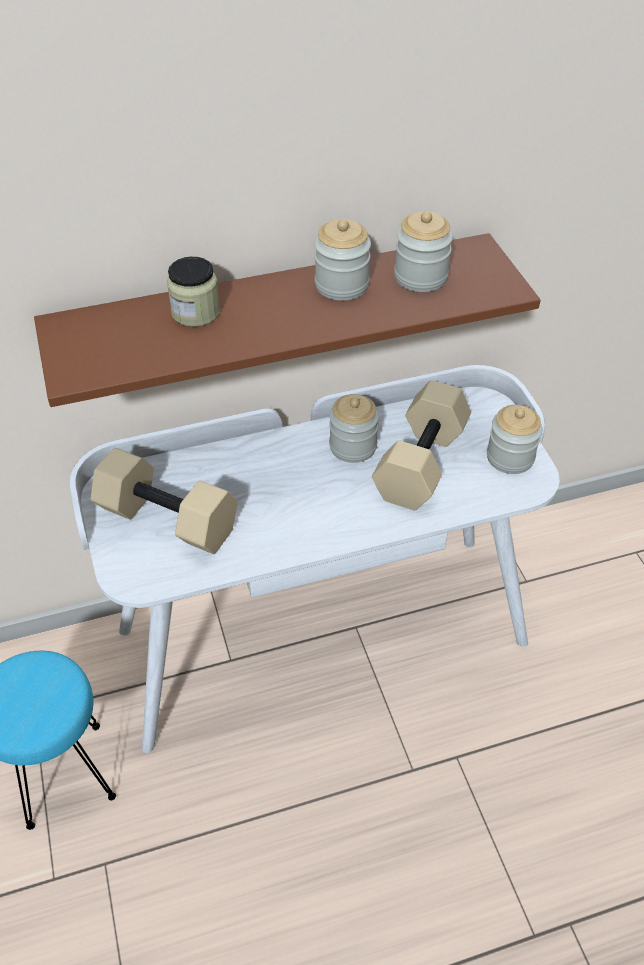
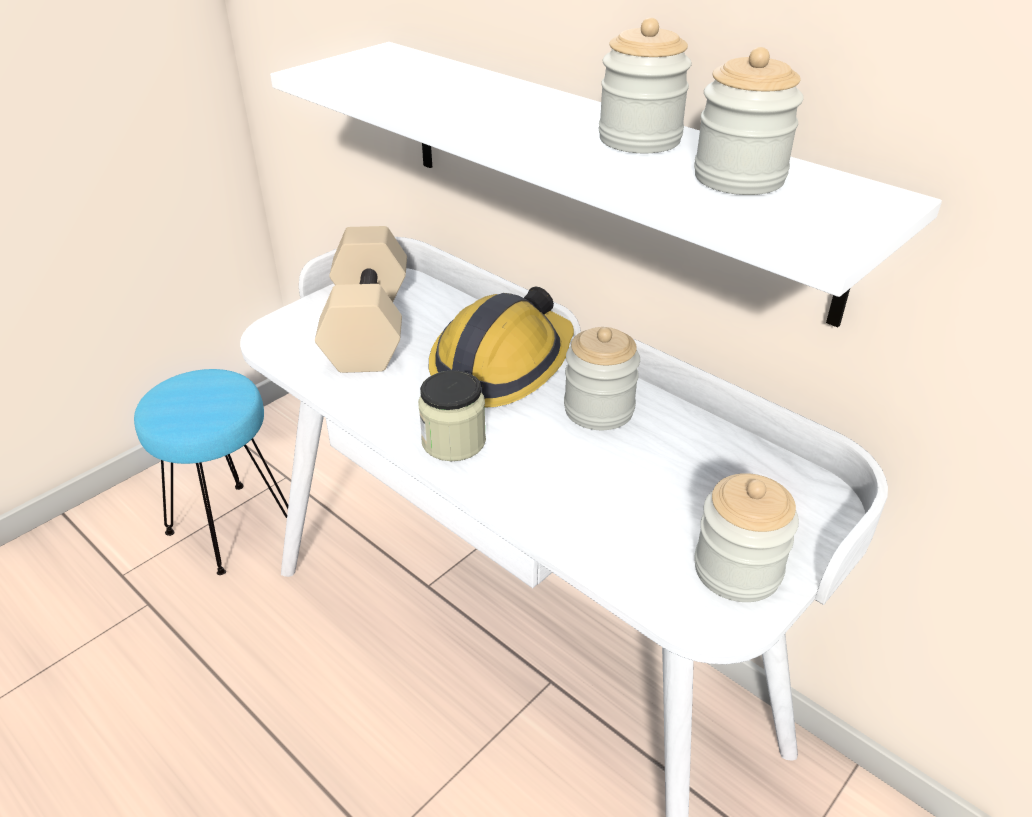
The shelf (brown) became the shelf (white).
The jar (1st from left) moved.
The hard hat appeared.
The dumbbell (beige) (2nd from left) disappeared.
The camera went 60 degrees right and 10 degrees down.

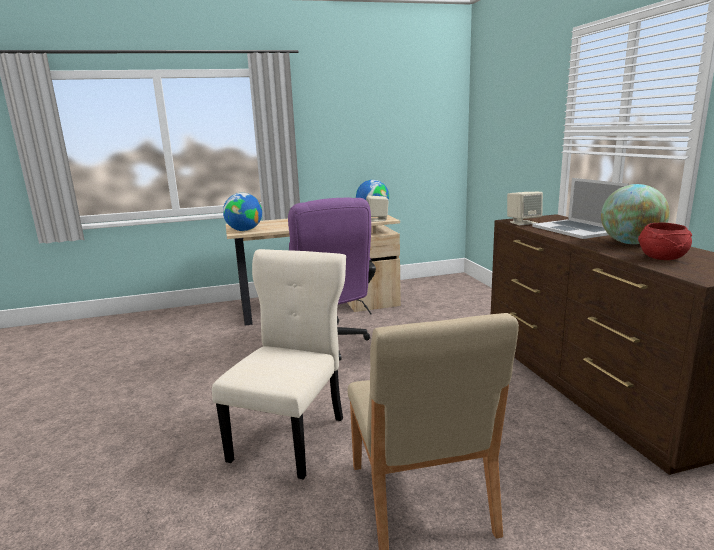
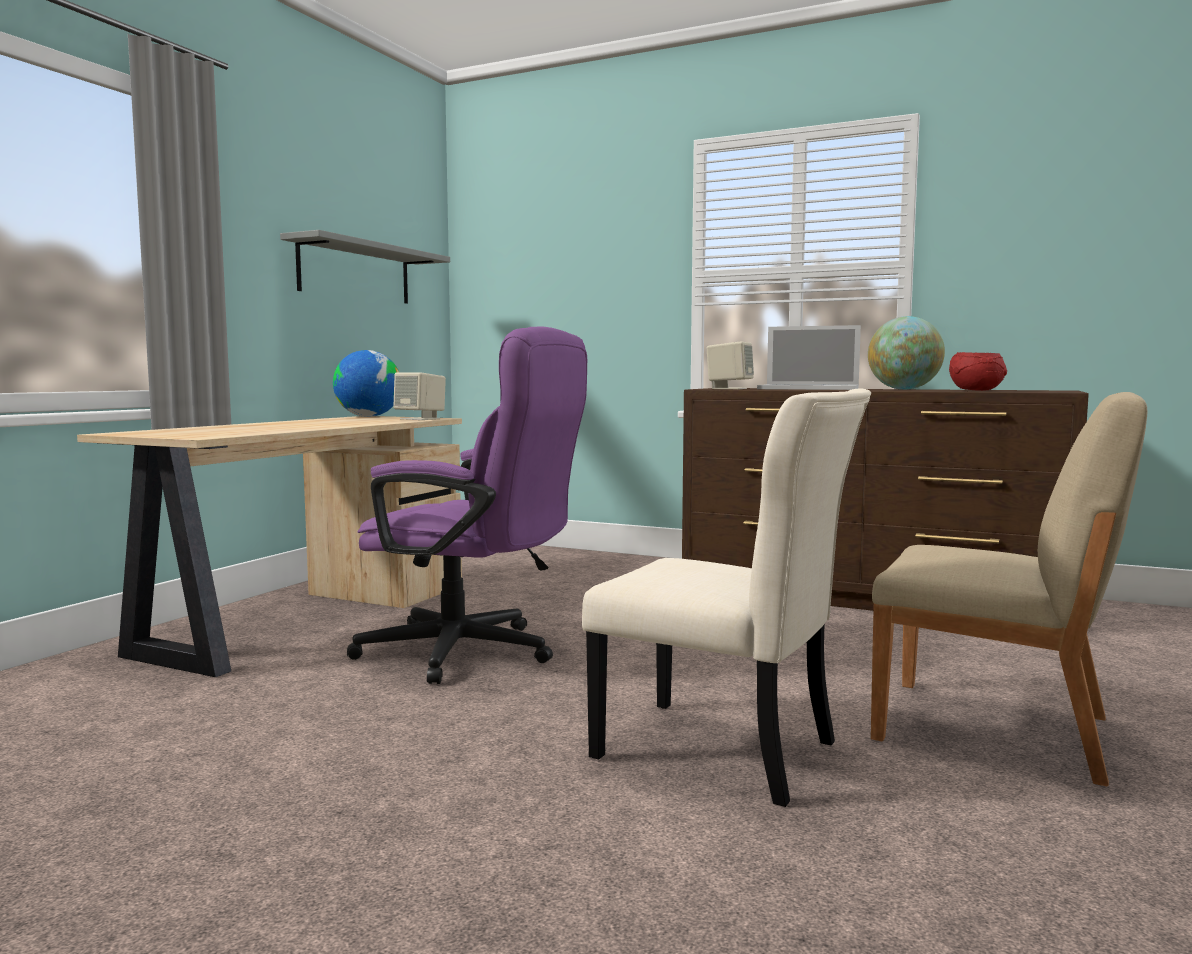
The shelf (grey) appeared.
The chair (beige) (1st from left) turned 150 degrees clockwise.
The globe (1st from left) disappeared.
The camera went 50 degrees left and 10 degrees down.

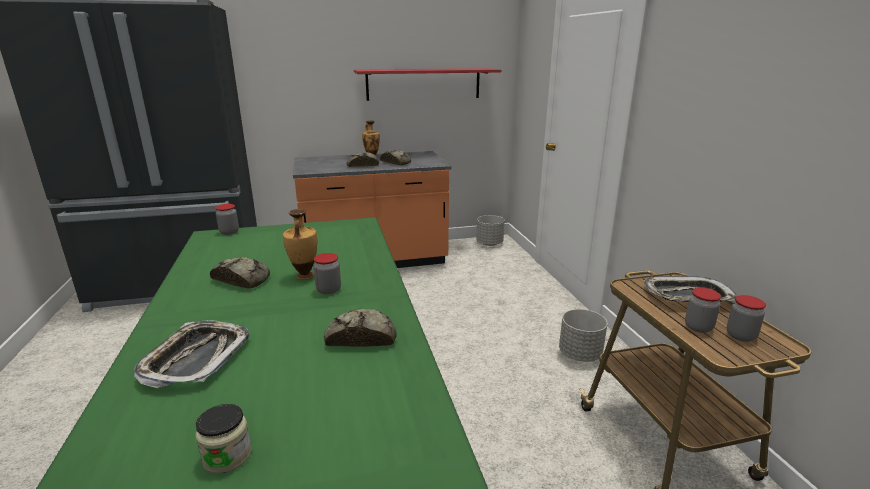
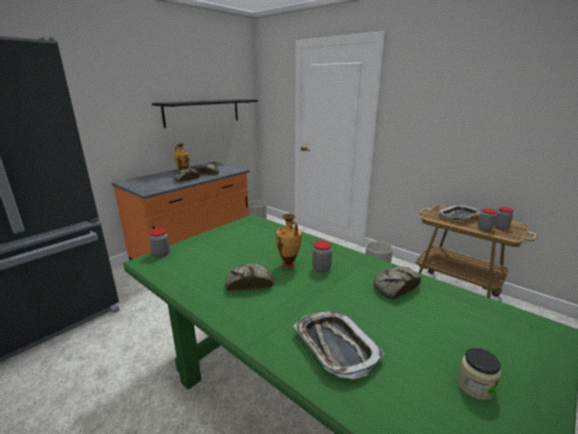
The shelf (red) became the shelf (black).
The camera went 35 degrees left and 0 degrees up.

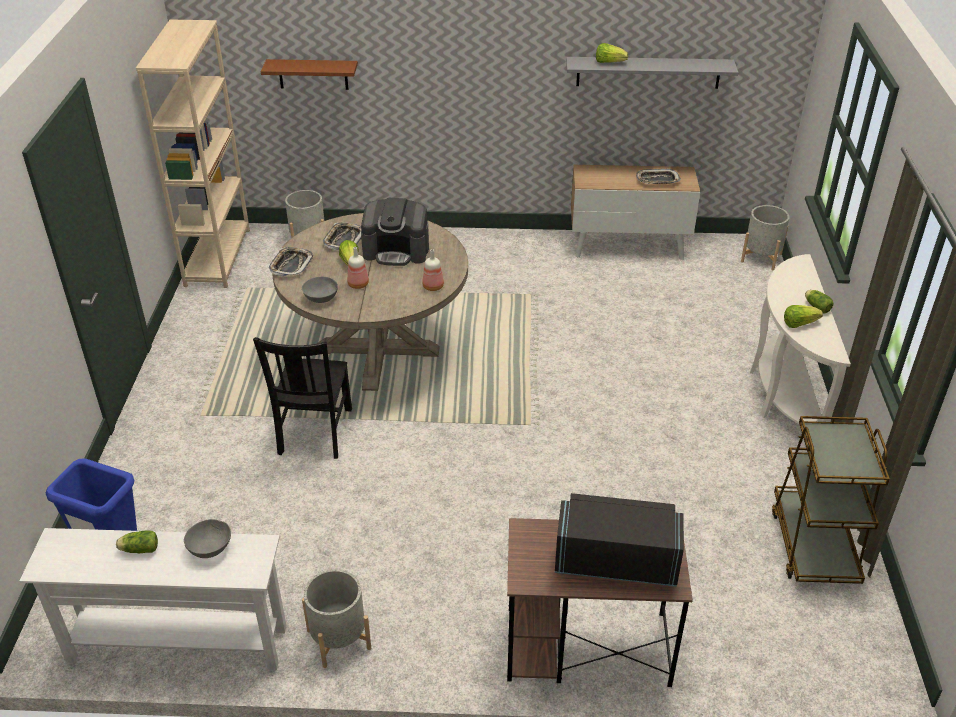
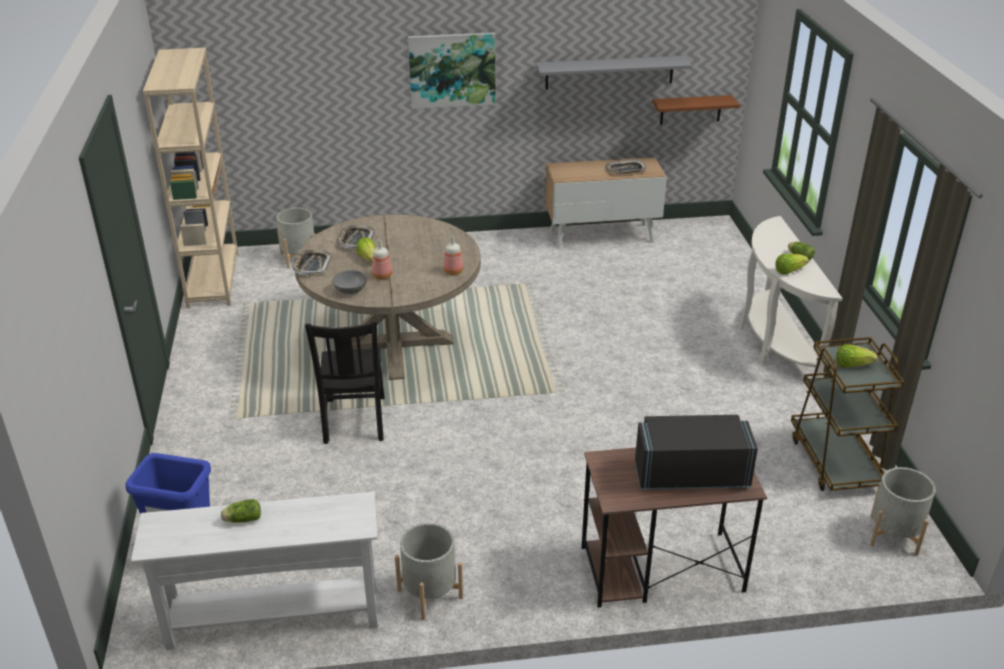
The picture appeared.
The shelf (brown) moved.
The lettuce (3rd from left in the first image) moved.
The planter (grey) (3rd from left) moved.
The bowl (grey) (1st from left) disappeared.
The coffee machine disappeared.
The camera went 10 degrees left and 5 degrees down.

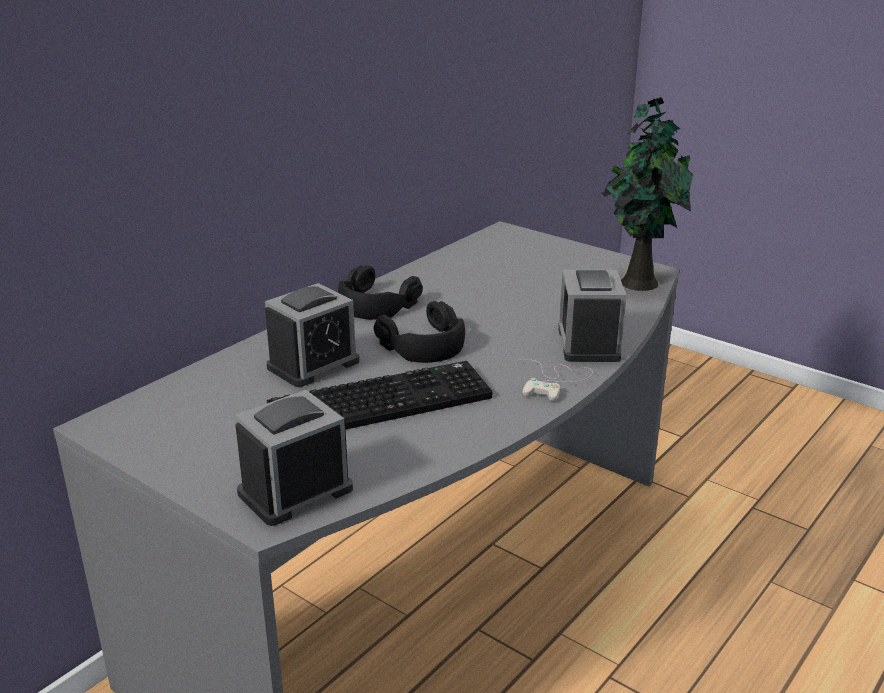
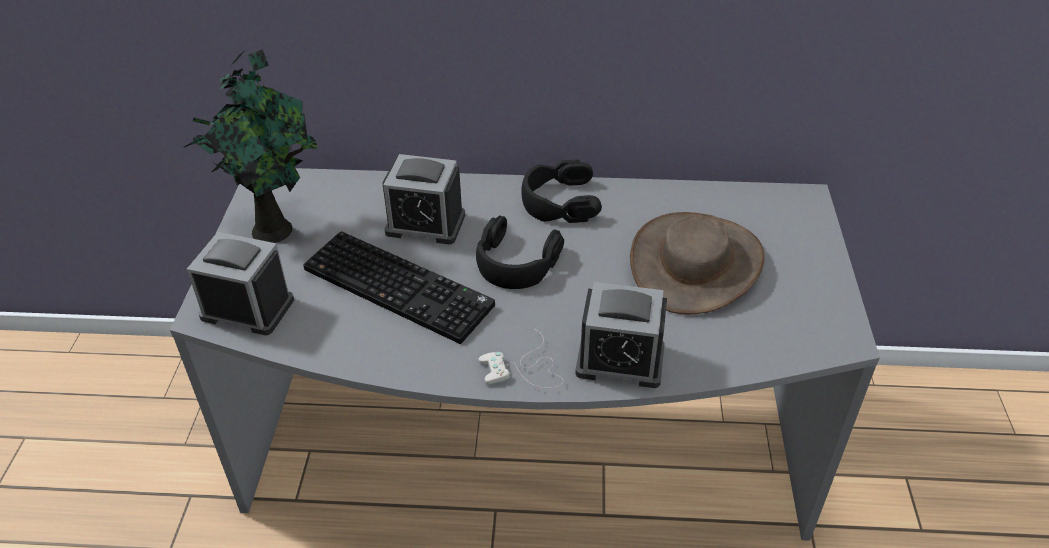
The potted plant moved.
The alarm clock (3rd from left) turned 135 degrees counterclockwise.
The hat (brown) appeared.
The camera went 55 degrees right and 15 degrees up.

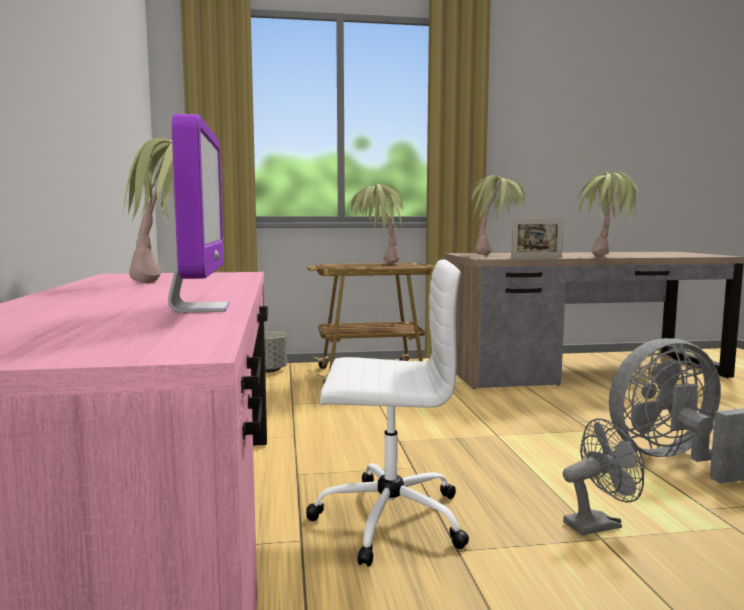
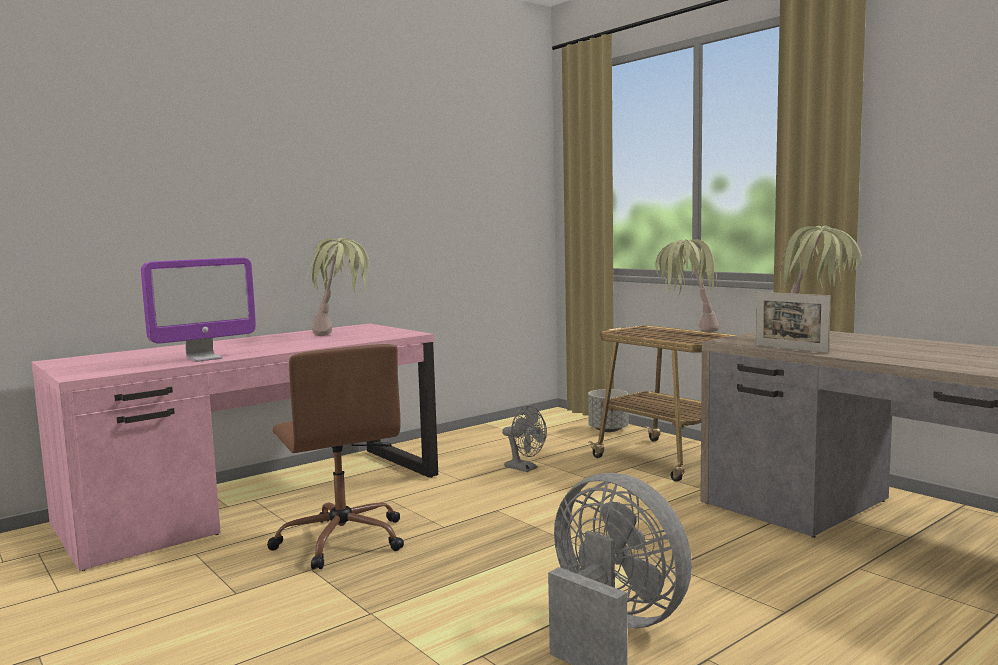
The office chair (white) became the office chair (brown).
The fan (grey) (1st from left) moved.
The potted plant (4th from left) disappeared.
The camera went 60 degrees right and 0 degrees up.

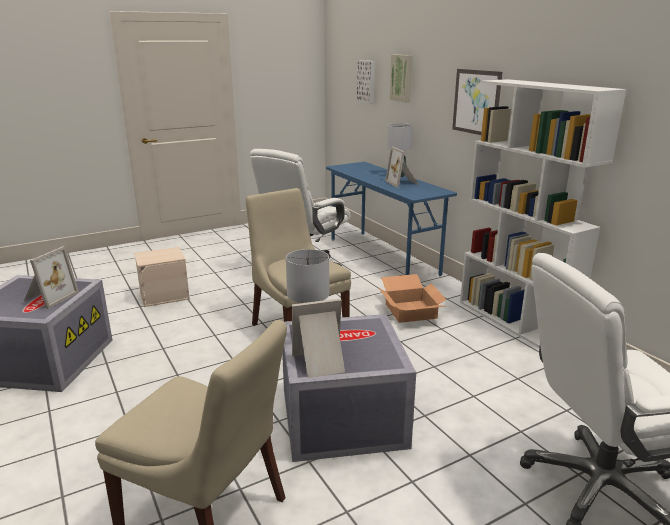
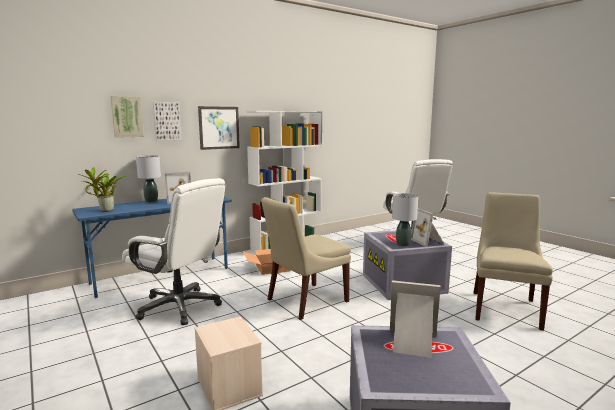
The potted plant appeared.
The picture (1st from left in the first image) moved.
The camera went 95 degrees left and 10 degrees down.

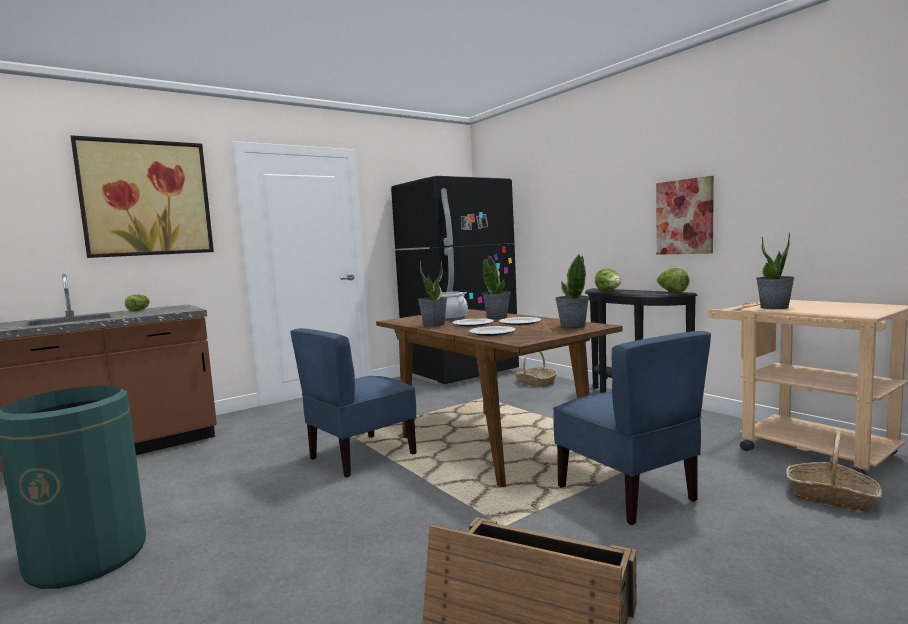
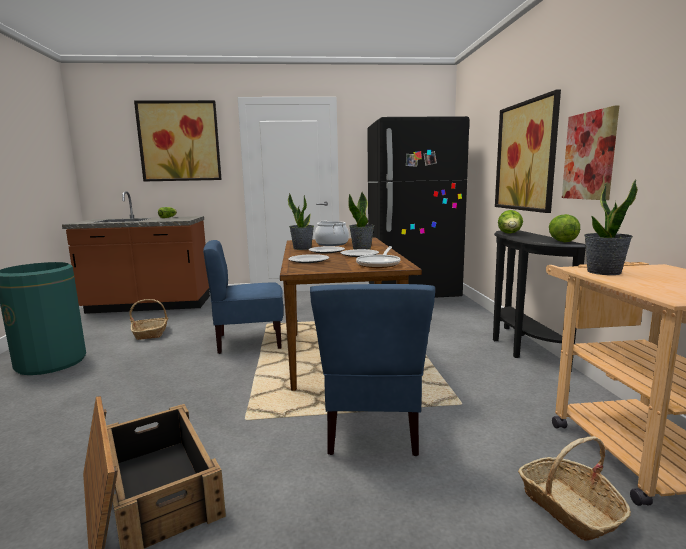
The basket (1st from left) moved.
The potted plant (3rd from left) was replaced by the frying pan.
The picture (2nd from left) appeared.
The camera went 30 degrees right and 5 degrees up.

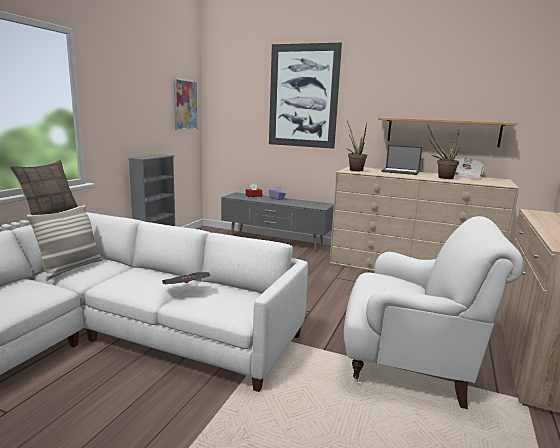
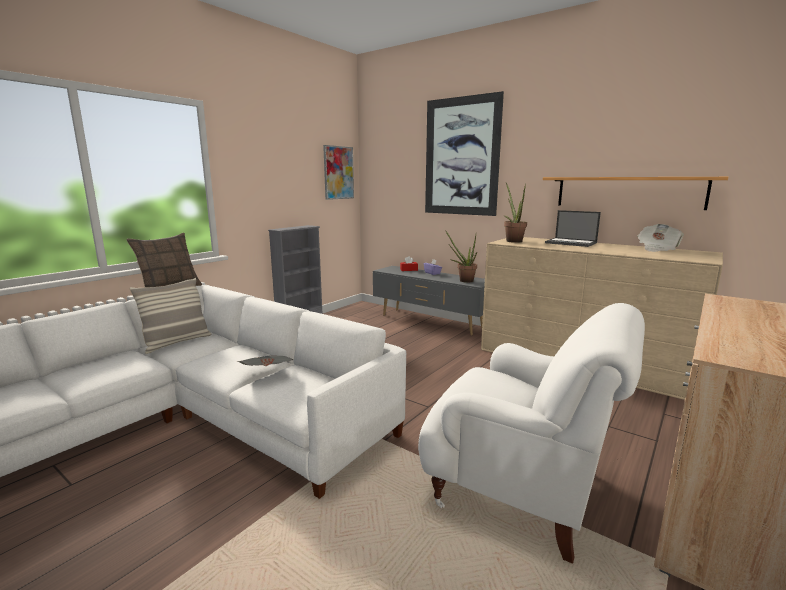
The potted plant (2nd from left in the first image) moved.
The camera went 15 degrees right and 0 degrees up.

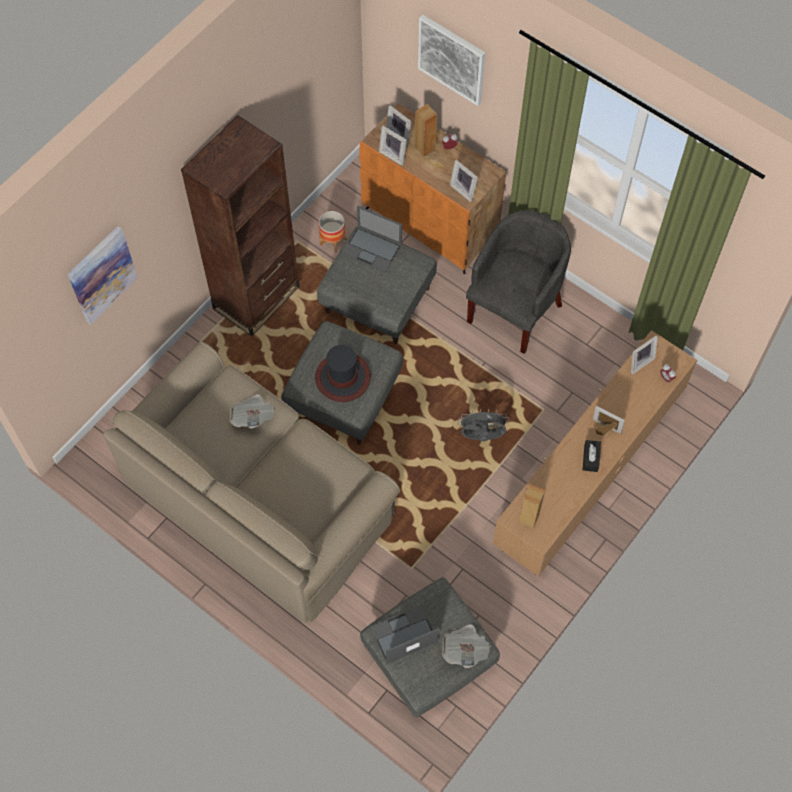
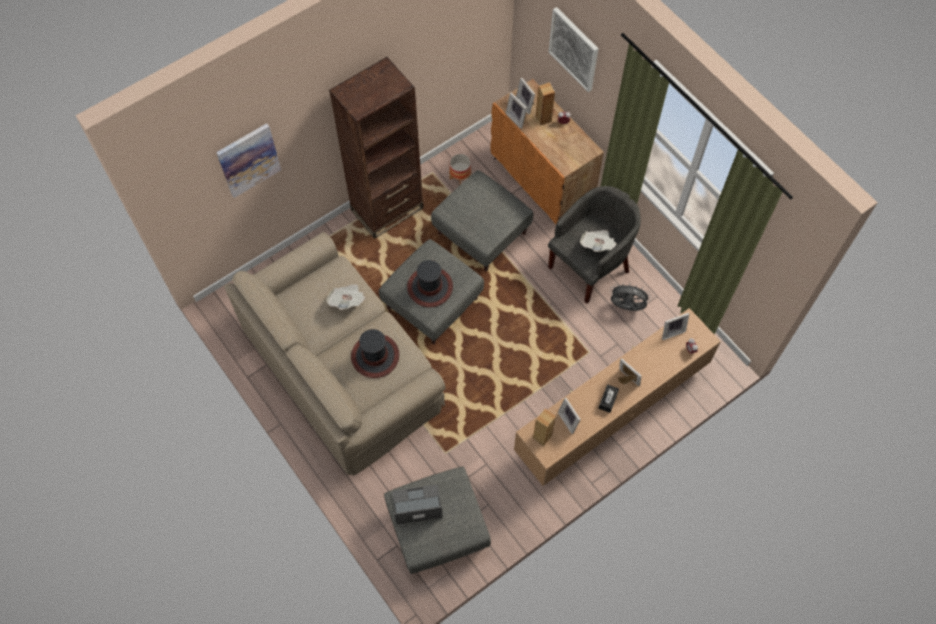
The hat (1st from left) appeared.
The picture frame (3rd from left) moved.
The newspaper (2nd from left) moved.
The fan (grey) moved.
The laptop (1st from left) disappeared.
The camera went 15 degrees right and 0 degrees up.

